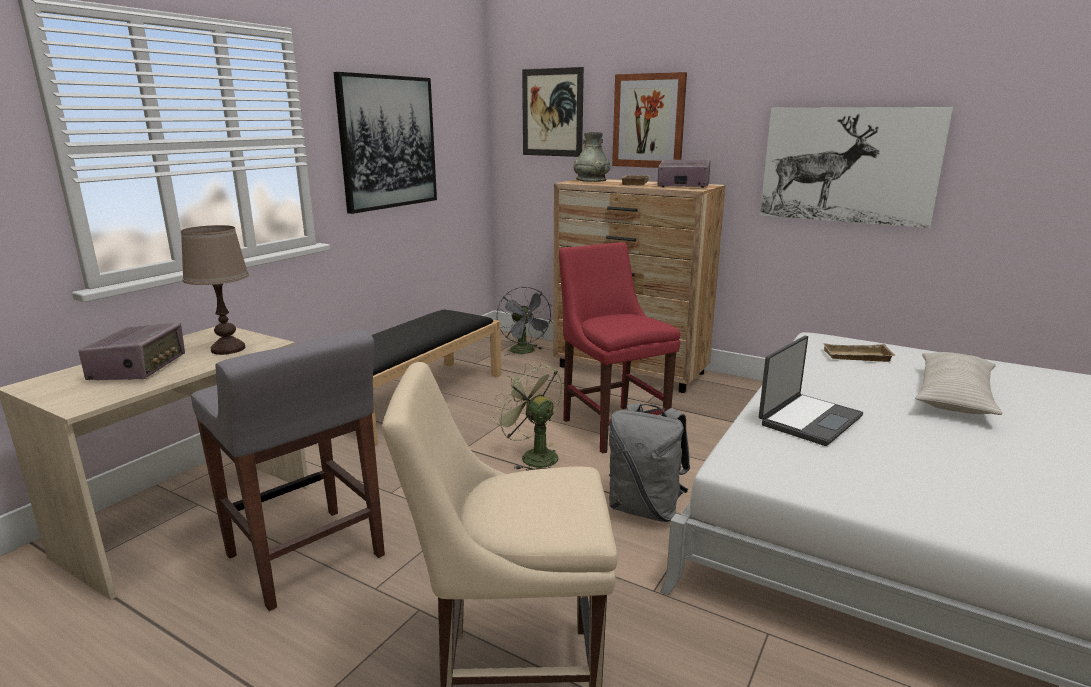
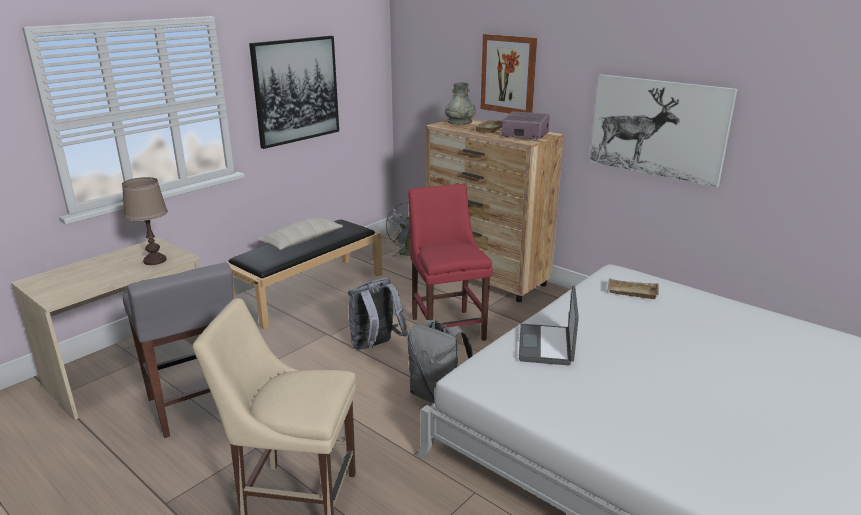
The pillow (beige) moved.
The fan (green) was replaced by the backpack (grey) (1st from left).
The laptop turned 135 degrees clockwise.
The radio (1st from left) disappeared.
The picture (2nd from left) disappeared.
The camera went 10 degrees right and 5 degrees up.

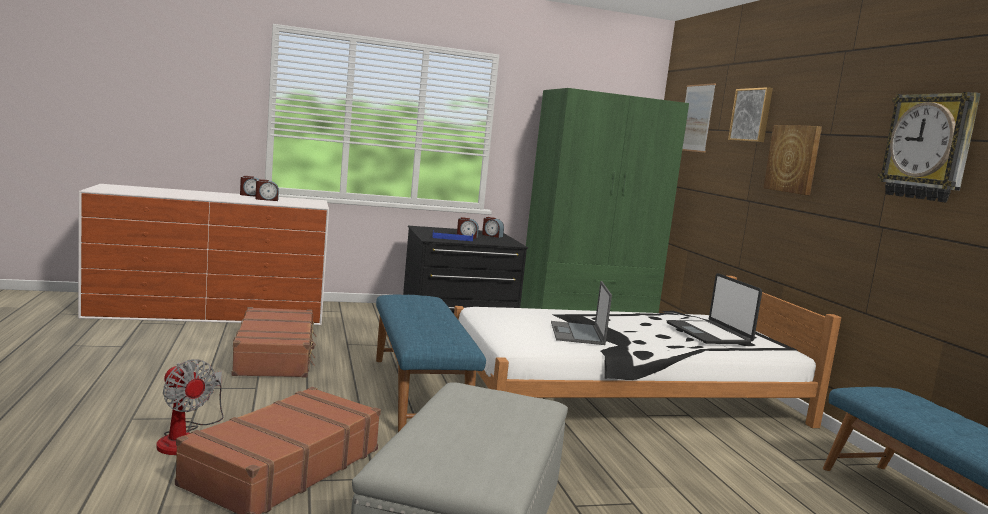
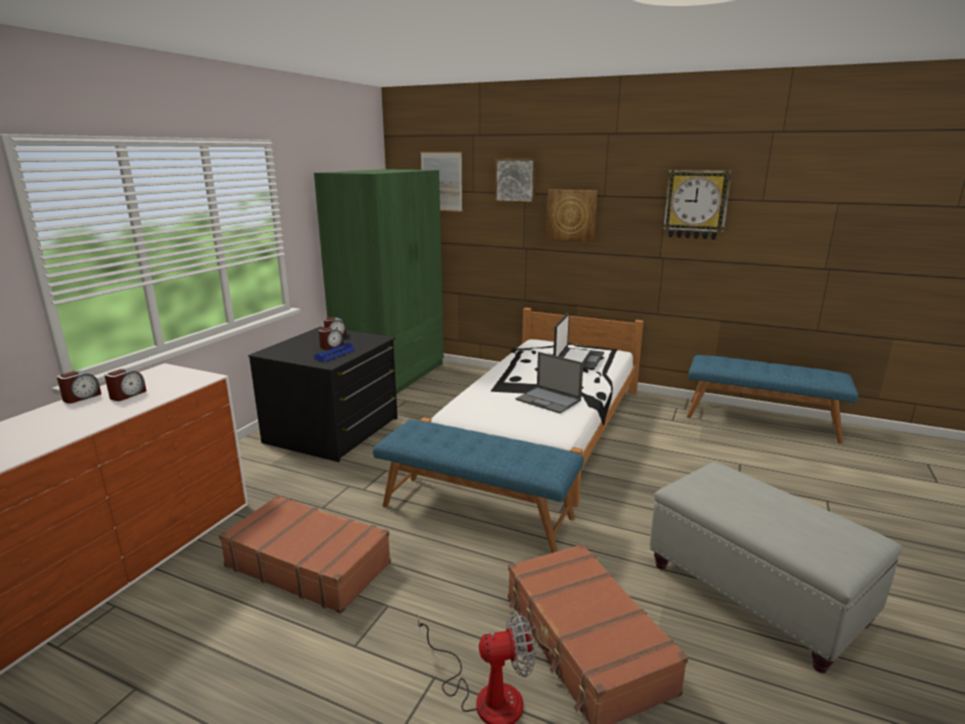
The laptop (2nd from left) turned 90 degrees counterclockwise.
The camera went 50 degrees left and 10 degrees up.

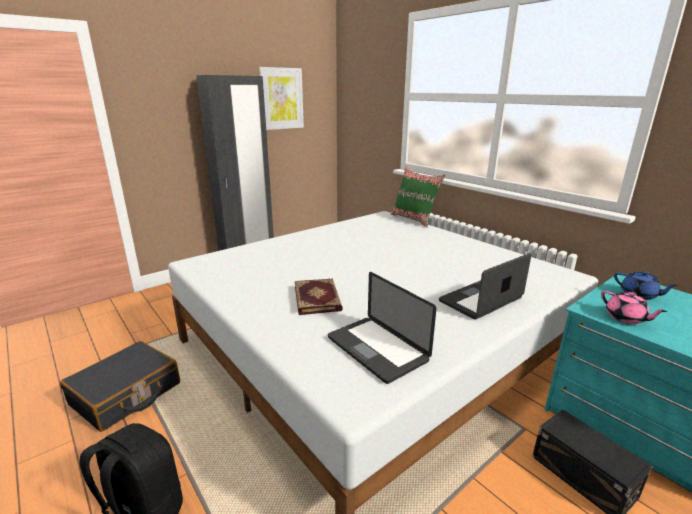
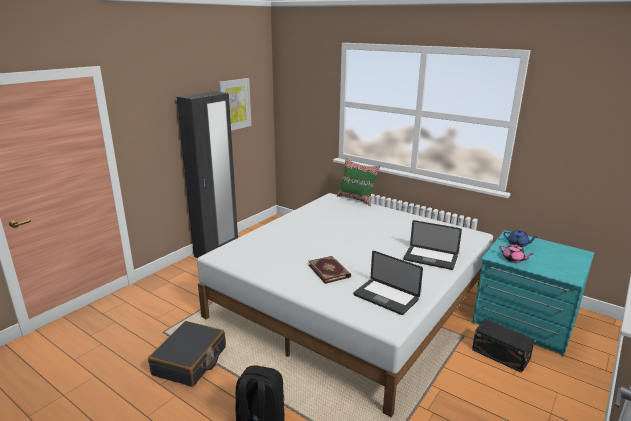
The laptop (2nd from left) turned 105 degrees counterclockwise.
The camera went 15 degrees left and 0 degrees up.

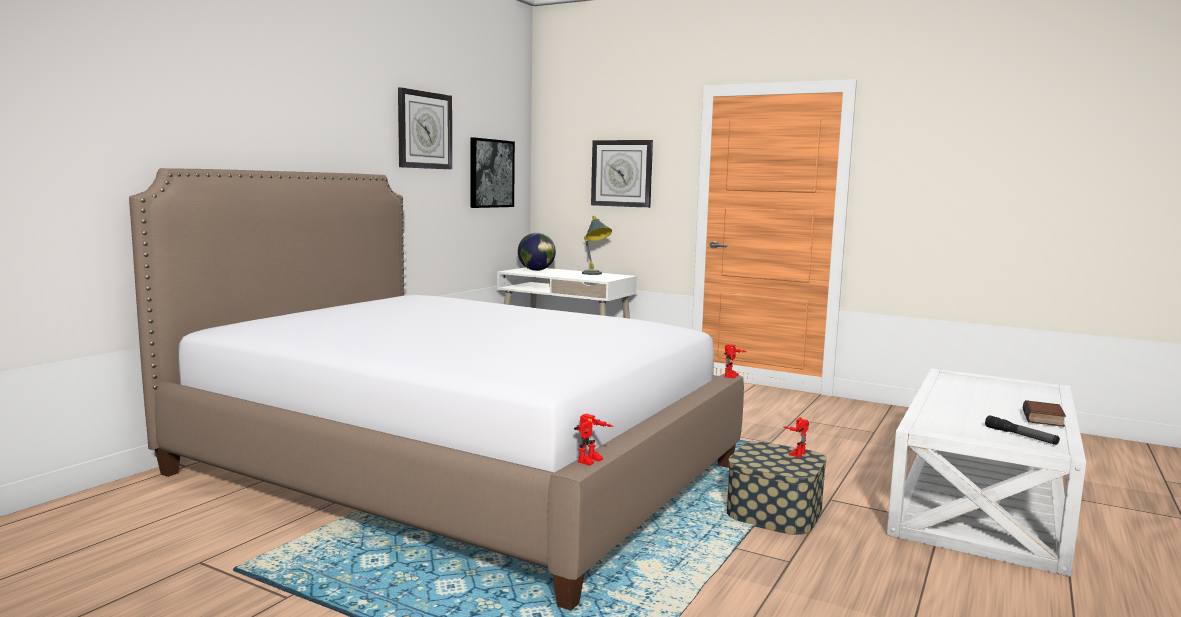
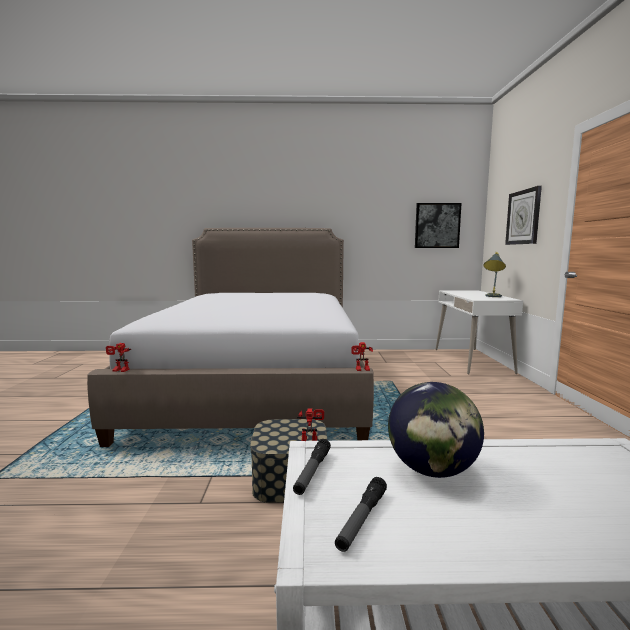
The flashlight (1st from left) appeared.
The globe moved.
The wall clock (1st from left) disappeared.
The book disappeared.
The camera went 60 degrees right and 0 degrees up.

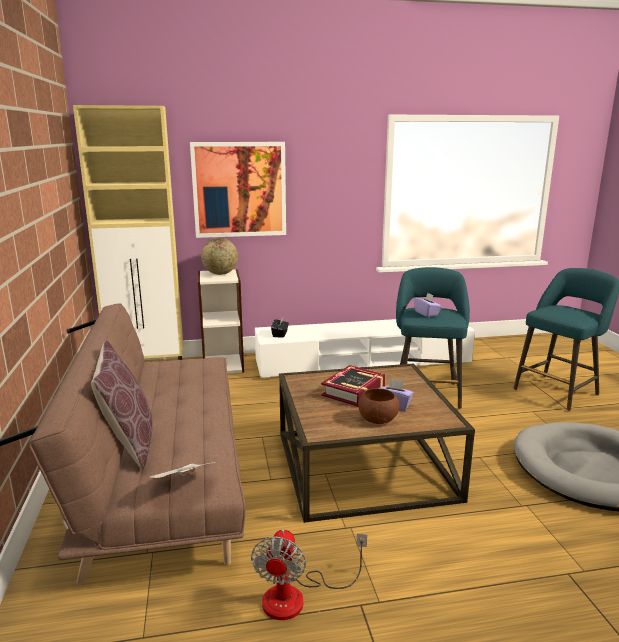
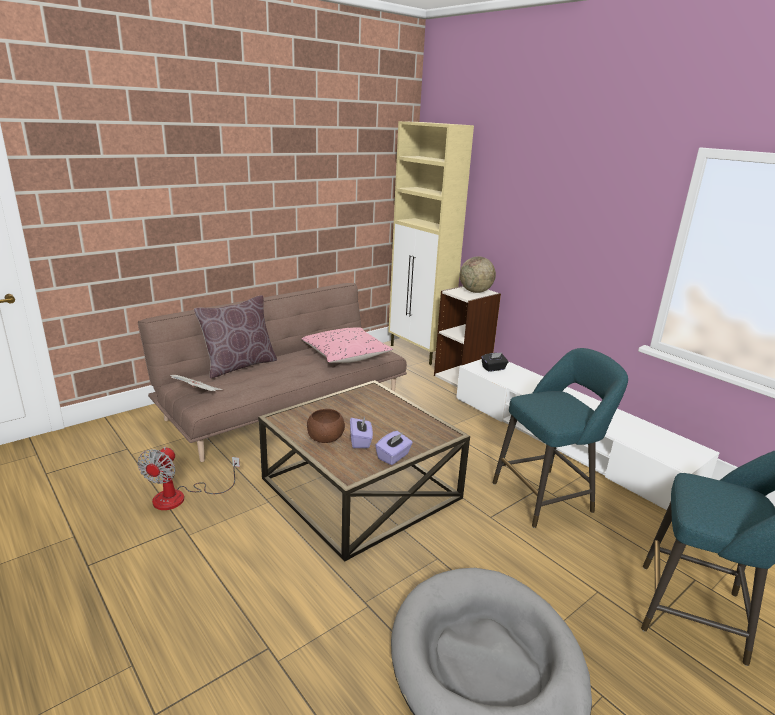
The fan turned 60 degrees counterclockwise.
The pillow (pink) appeared.
The tissue box (purple) (2nd from left) moved.
The picture disappeared.
The book disappeared.
The camera went 60 degrees right and 5 degrees up.

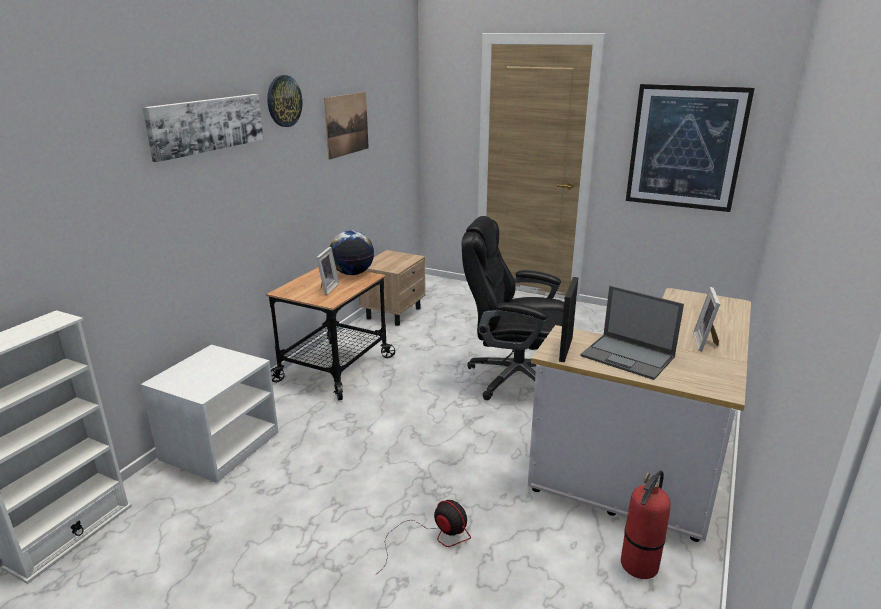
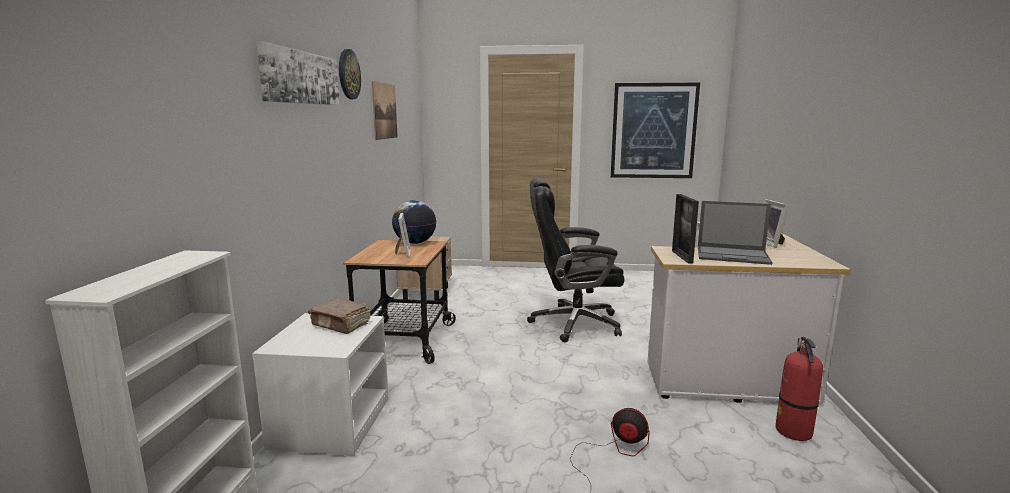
The book (brown) appeared.
The camera went 20 degrees left and 10 degrees down.

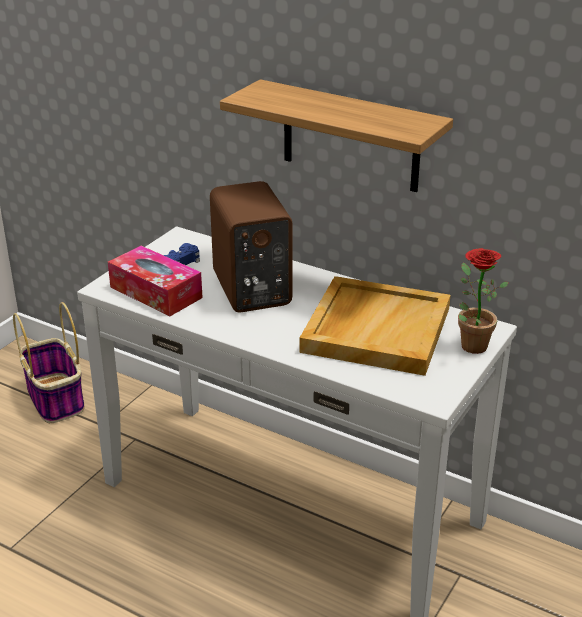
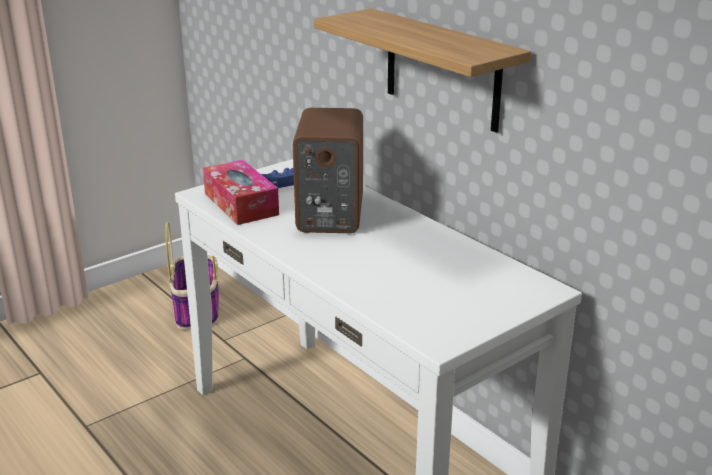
The tray (beige) disappeared.
The potted plant disappeared.
The camera went 20 degrees right and 5 degrees down.

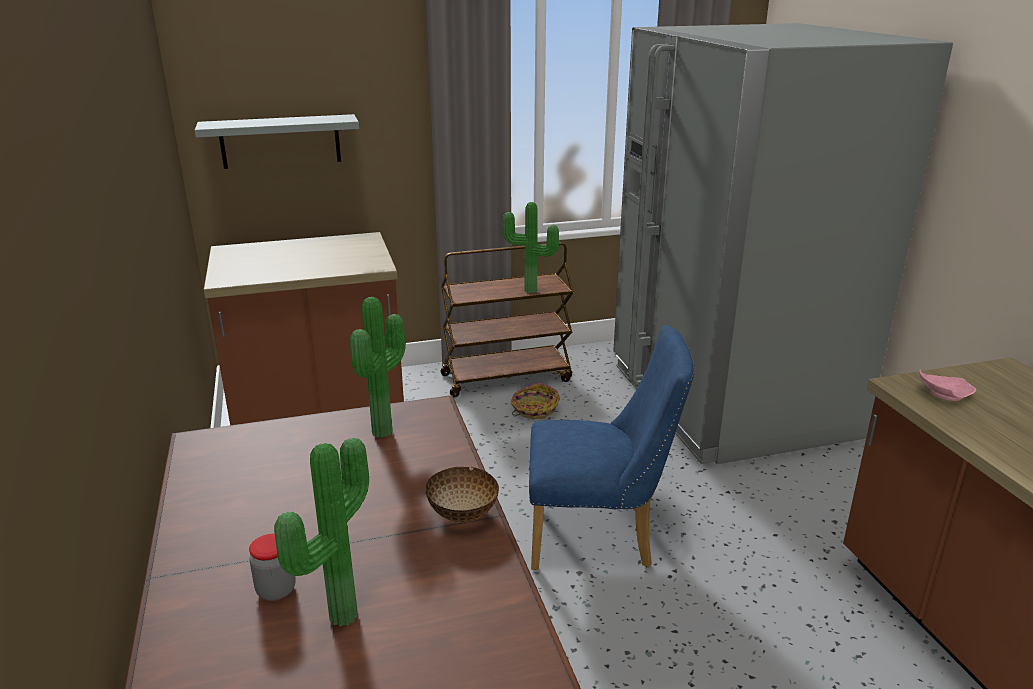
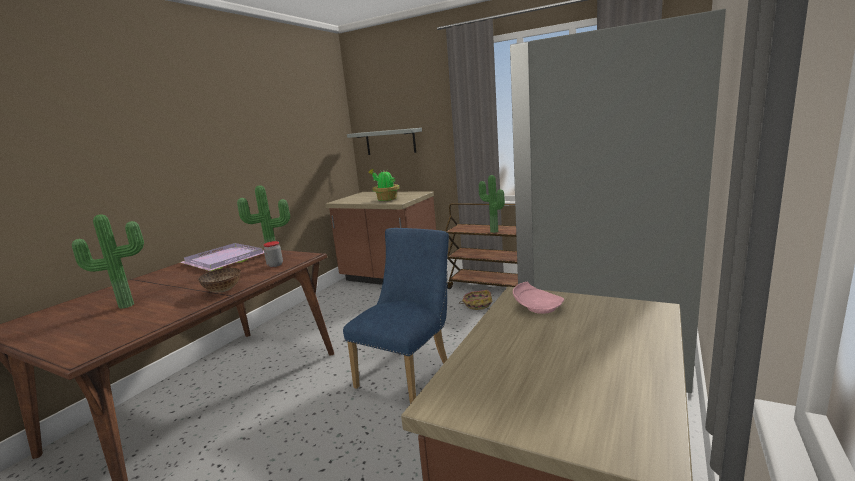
The tray (purple) appeared.
The jar moved.
The chair (blue) turned 105 degrees counterclockwise.
The potted plant (3rd from left) appeared.
The camera went 45 degrees right and 10 degrees down.

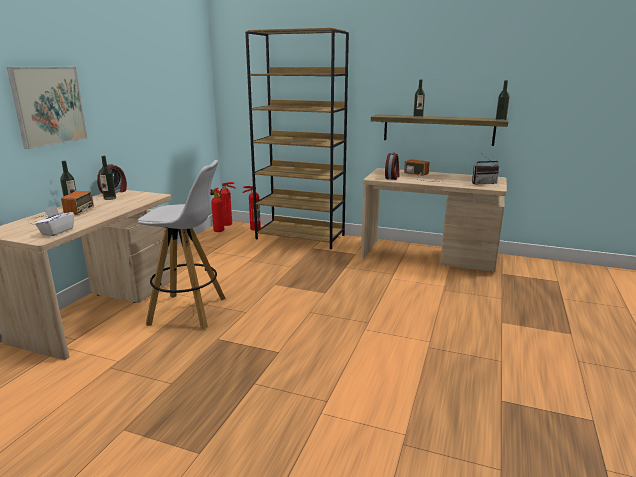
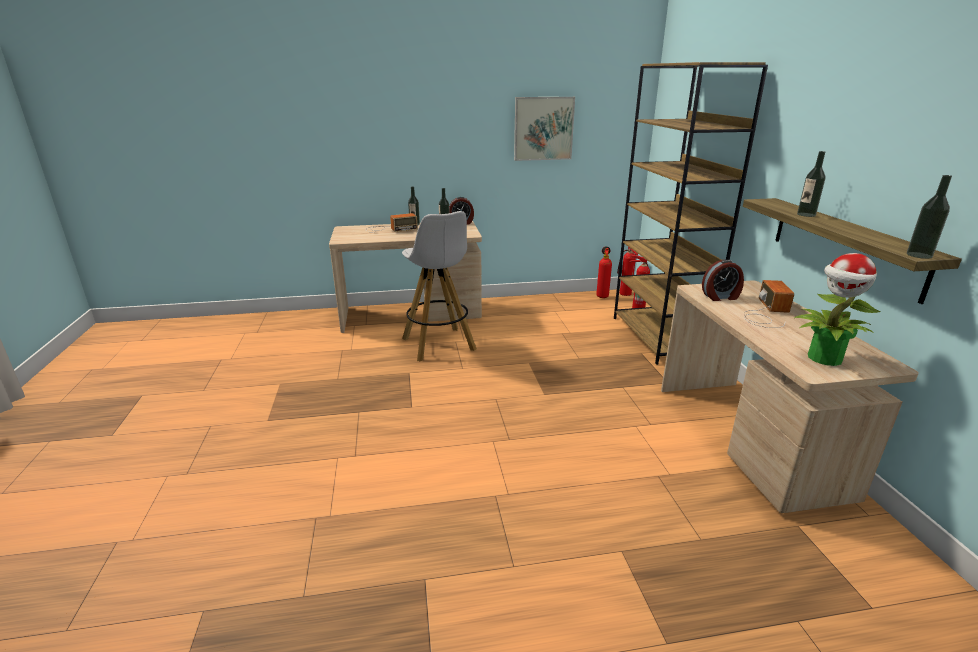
The picture moved.
The radio (3rd from left) was replaced by the potted plant.
The tissue box (white) disappeared.
The camera went 60 degrees right and 5 degrees up.

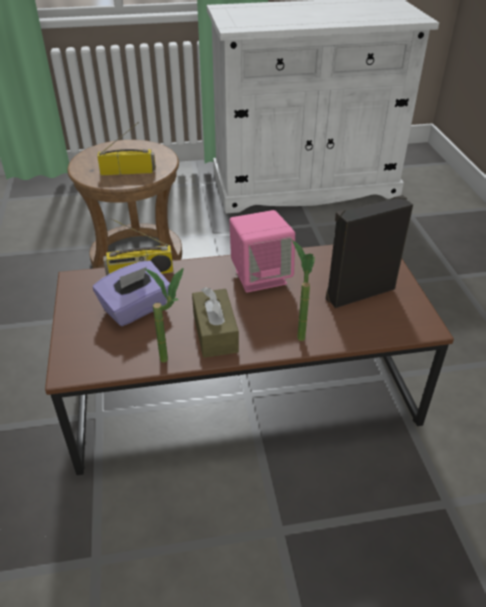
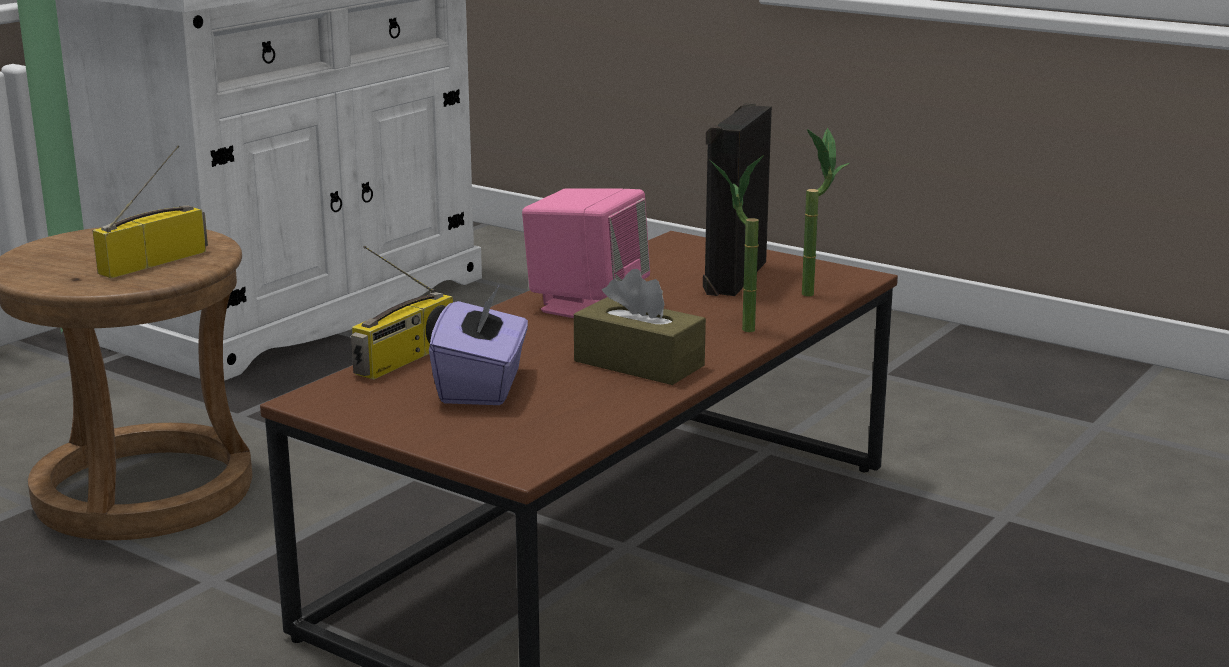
The potted plant (1st from left in the first image) moved.
The camera went 45 degrees left and 20 degrees down.

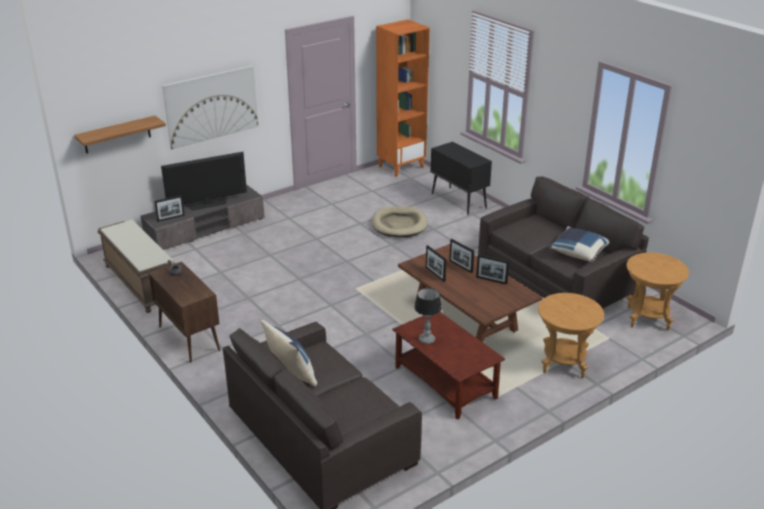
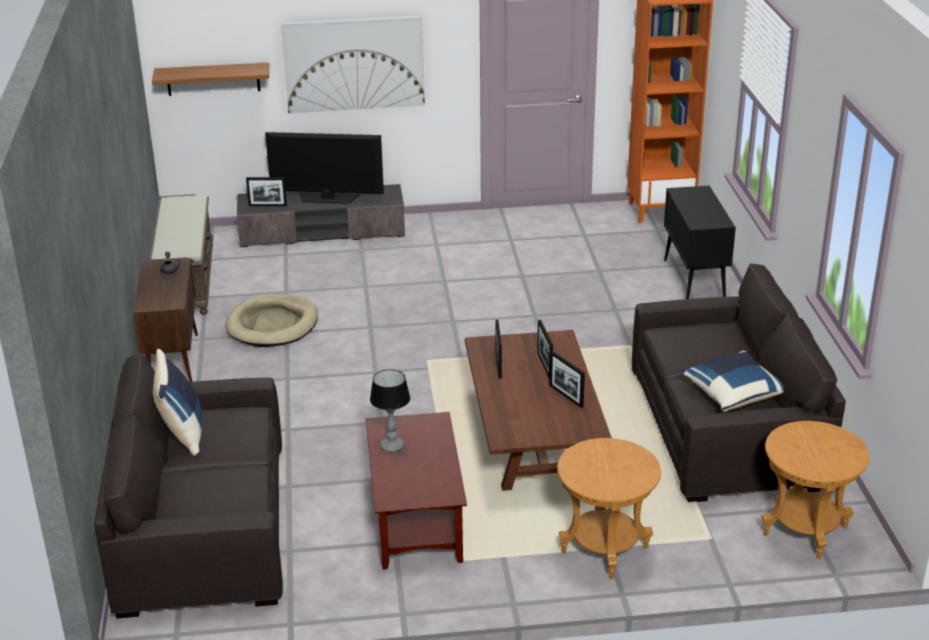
The dog bed (beige) moved.
The camera went 30 degrees right and 0 degrees up.

